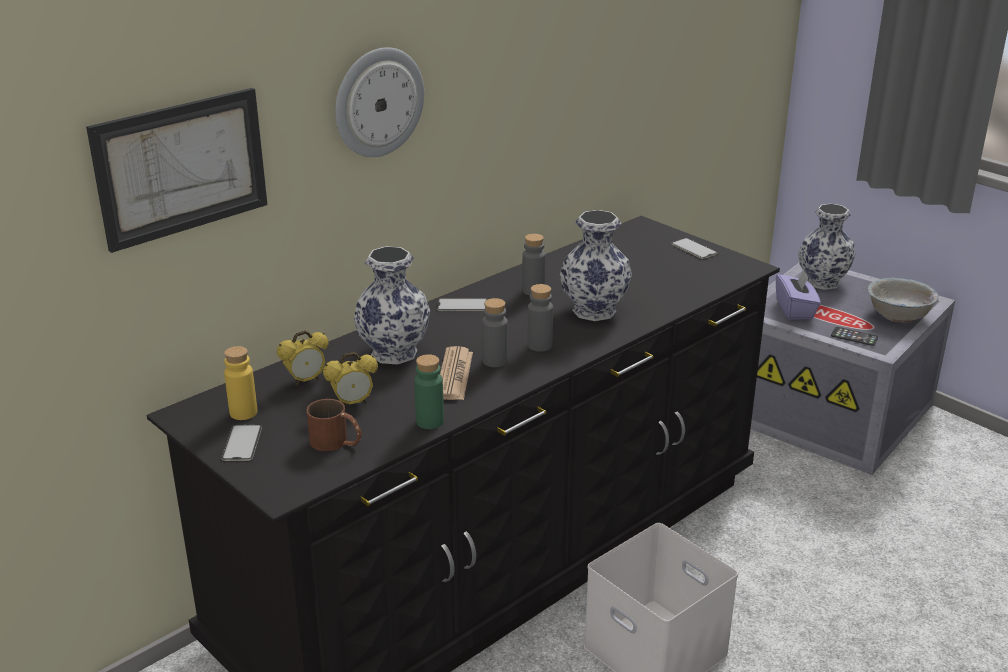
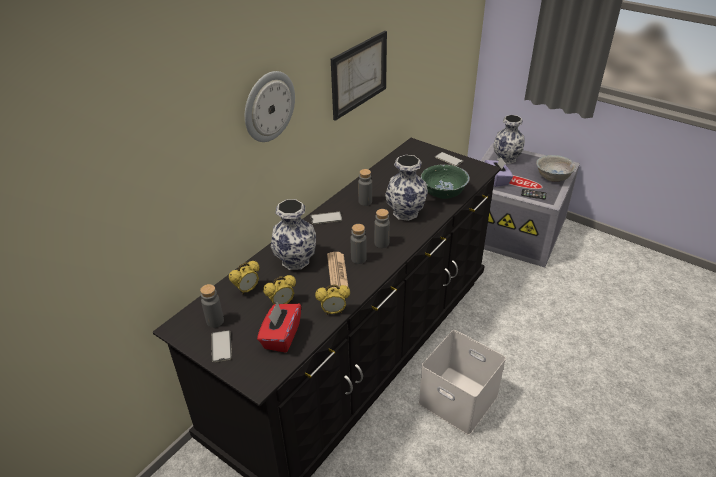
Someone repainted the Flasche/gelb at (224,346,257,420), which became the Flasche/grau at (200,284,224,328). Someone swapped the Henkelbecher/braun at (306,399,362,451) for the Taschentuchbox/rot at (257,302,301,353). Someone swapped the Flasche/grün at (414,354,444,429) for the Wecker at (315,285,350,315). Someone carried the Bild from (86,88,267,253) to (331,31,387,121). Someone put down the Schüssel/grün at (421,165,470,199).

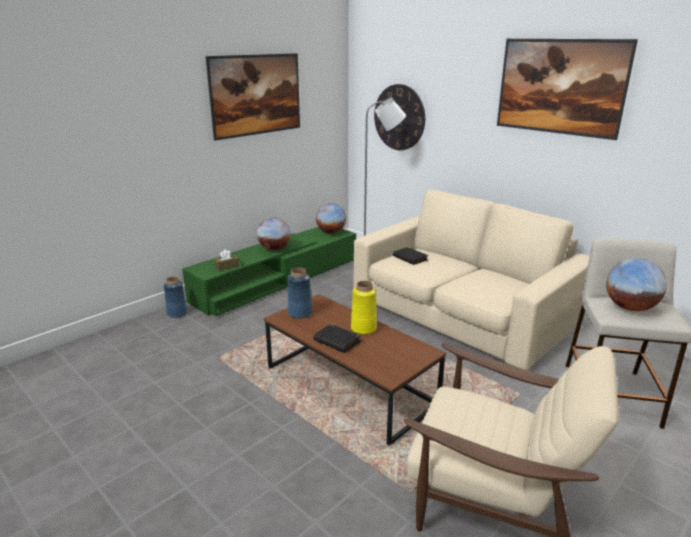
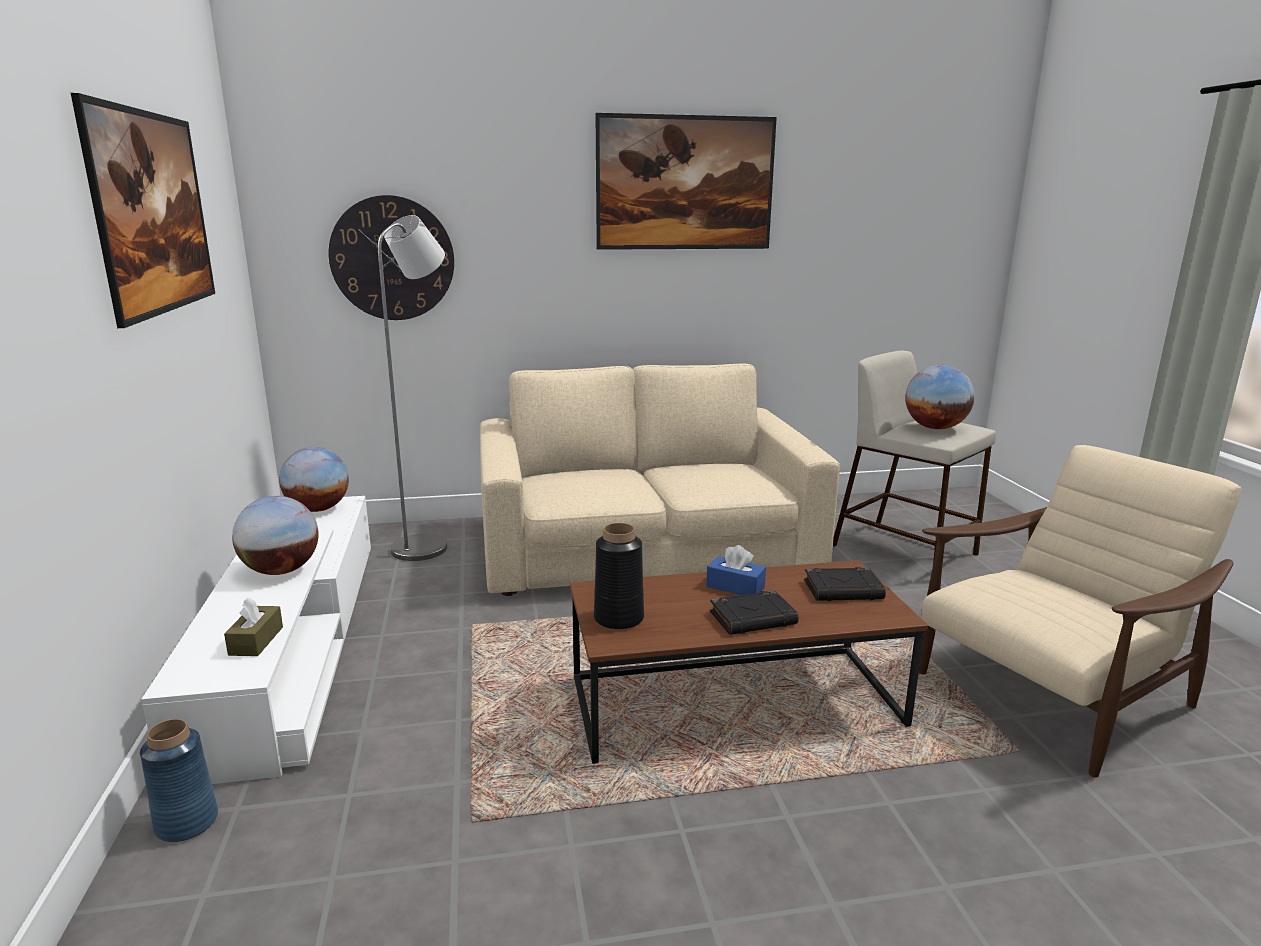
Someone repainted the Fernsehschrank/grün at (182,227,356,316), which became the Fernsehschrank/weiß at (141,496,371,784). Someone repainted the Vase/blau at (287,268,312,319), which became the Vase/schwarz at (594,523,644,630). Someone swapped the Vase/gelb at (351,281,377,335) for the Taschentuchbox/blau at (706,545,766,595). Someone carried the Buch/schwarz from (393,247,428,265) to (804,567,886,601).

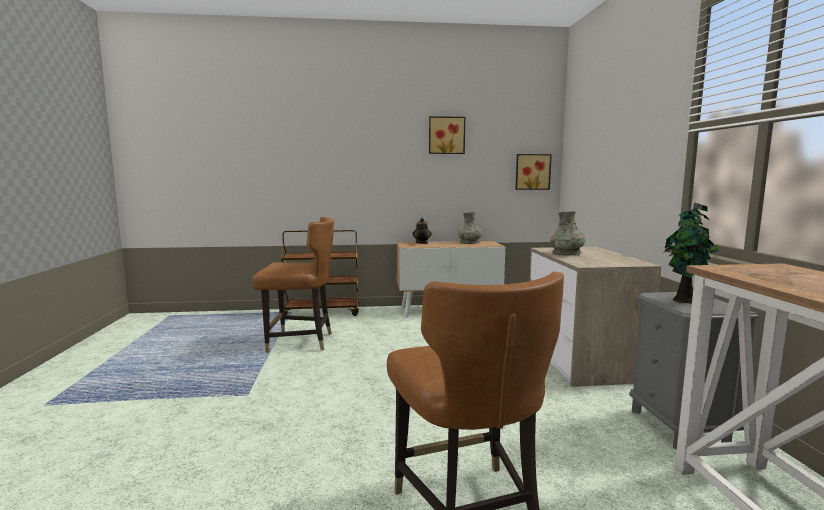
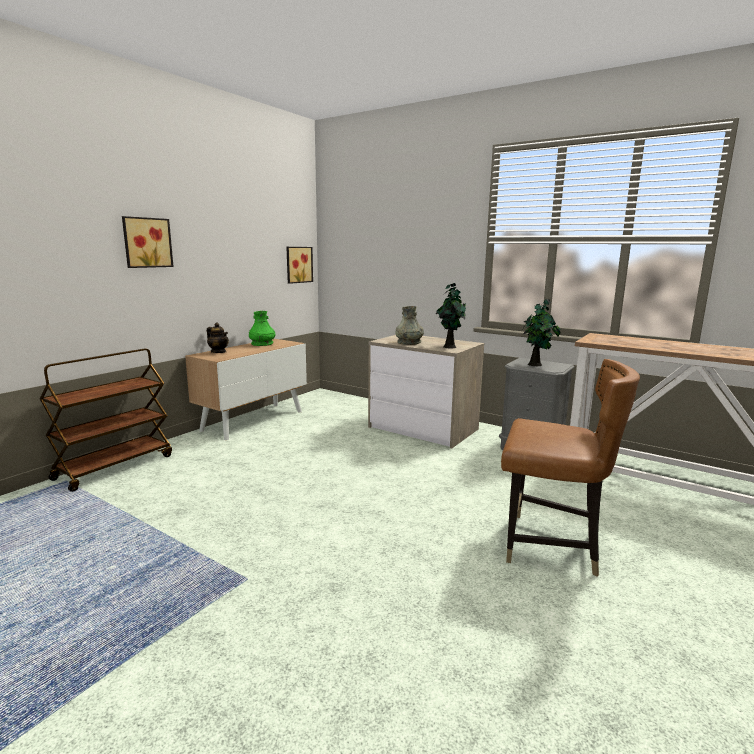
Someone carried the Bild from (429,116,465,154) to (122,216,174,268). Someone repainted the Vase/grau at (458,212,482,244), which became the Vase/grün at (249,311,276,346). Someone put down the Topfpflanze at (436,283,466,348). Someone took away the Stuhl/braun at (253,217,334,353).

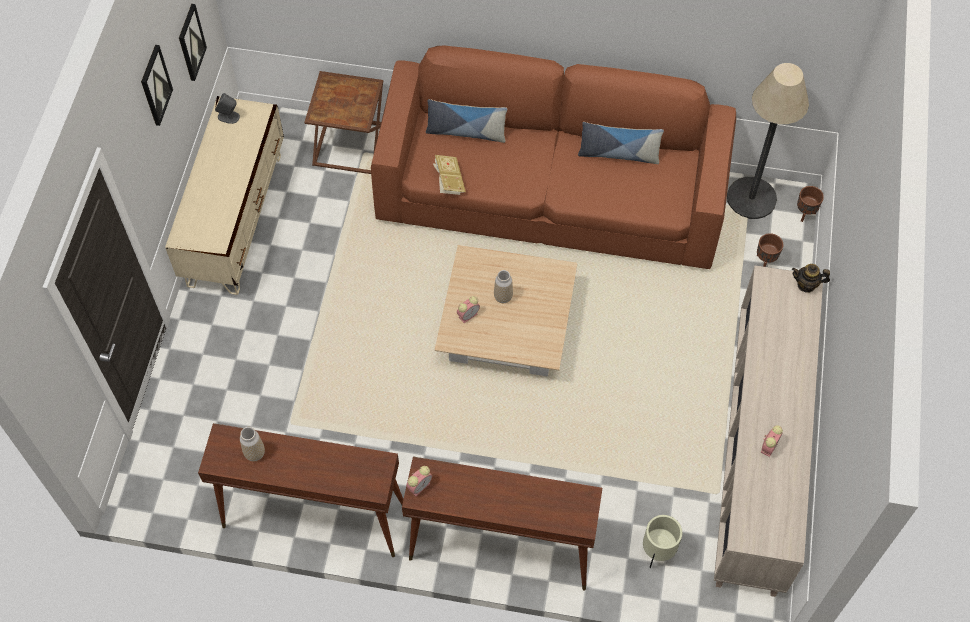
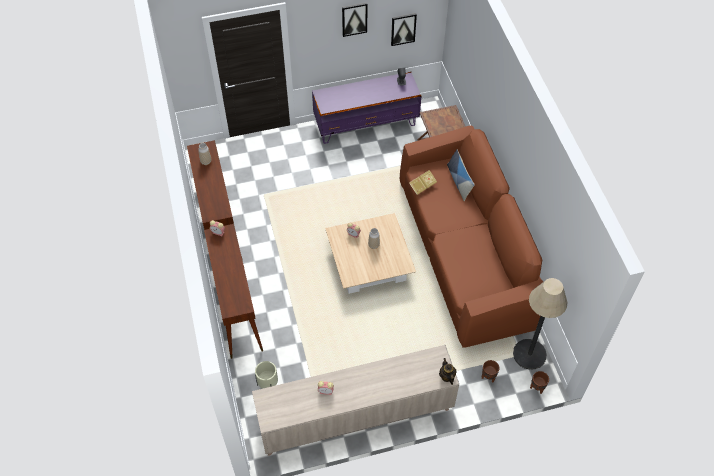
Someone repainted the Fernsehschrank/beige at (165,96,284,295), which became the Fernsehschrank/lila at (312,72,421,144). Someone took away the Kissen at (578,122,664,164).

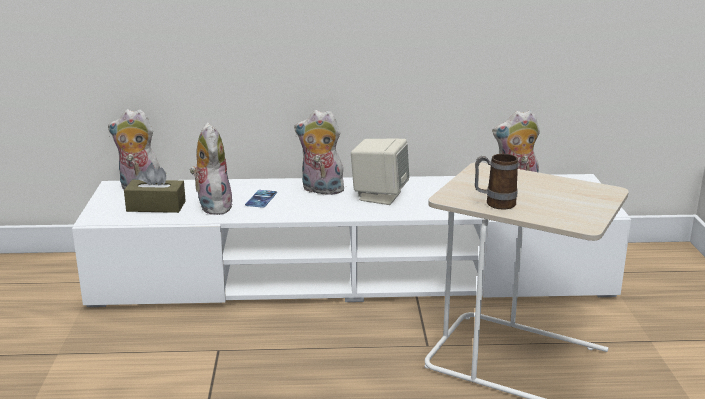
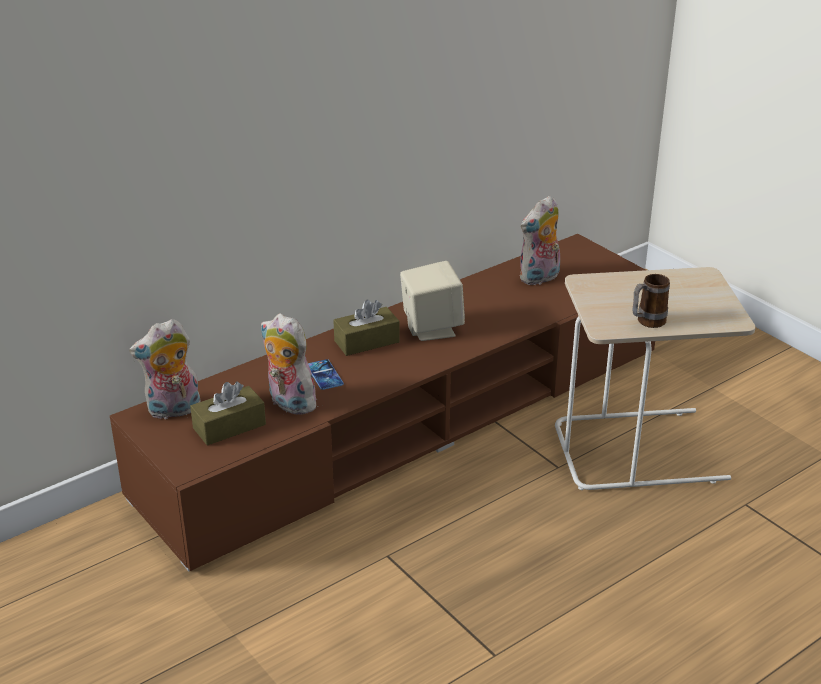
Someone repainted the Fernsehschrank/weiß at (72,174,631,307), which became the Fernsehschrank/braun at (110,234,655,571). Someone swapped the Plüschtier at (294,110,344,195) for the Taschentuchbox/braun at (333,300,400,356).

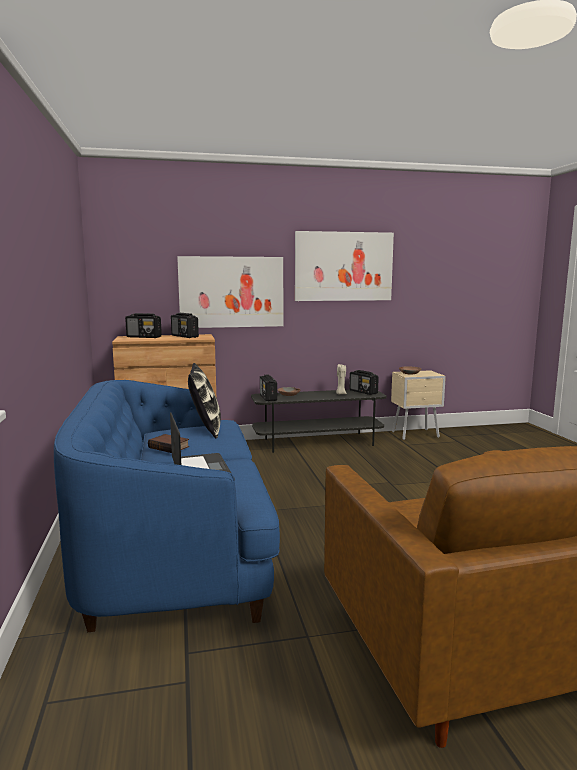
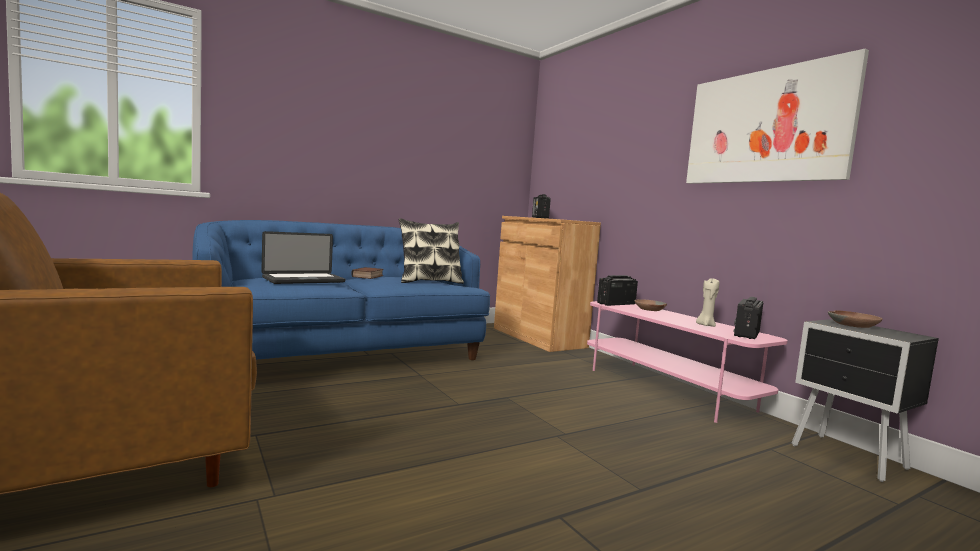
Someone repainted the Fernsehschrank/grau at (251,390,386,453), which became the Fernsehschrank/rosa at (587,301,788,423). Someone repainted the Nachttisch/beige at (391,370,446,440), which became the Nachttisch/schwarz at (792,319,939,482). Someone took away the Radio at (171,313,199,338). Someone took away the Bild at (177,256,283,328).

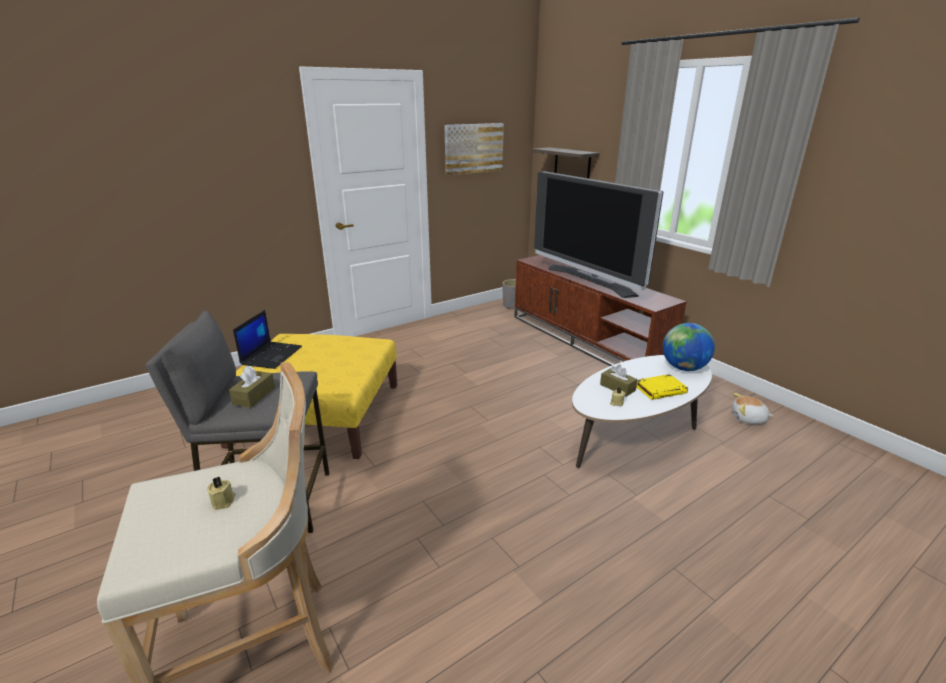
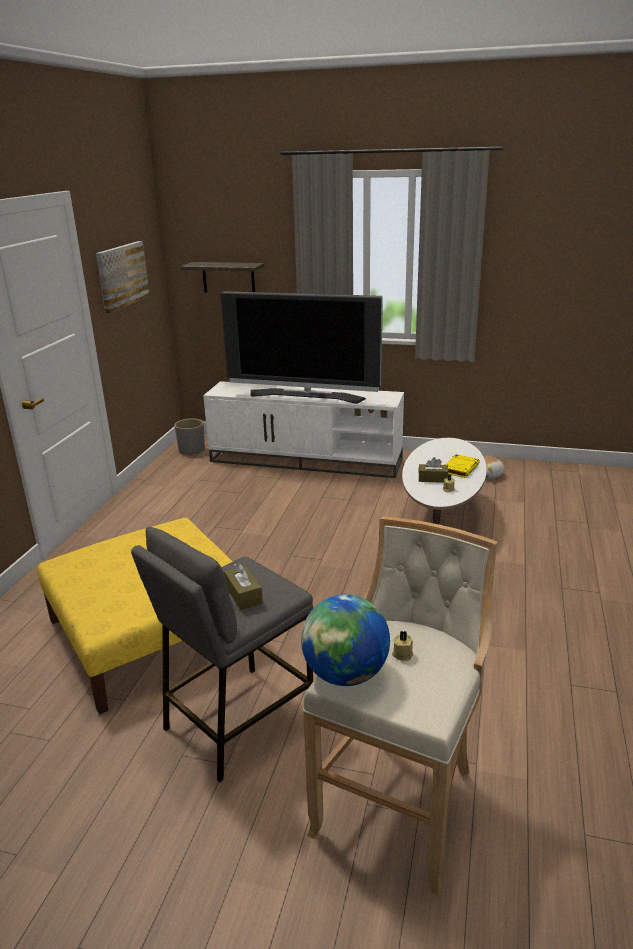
Someone repainted the Fernsehschrank/braun at (514,255,687,366), which became the Fernsehschrank/weiß at (203,381,404,478). Someone carried the Globus from (663,323,715,371) to (301,594,390,686). Someone took away the Laptop at (233,310,302,369).

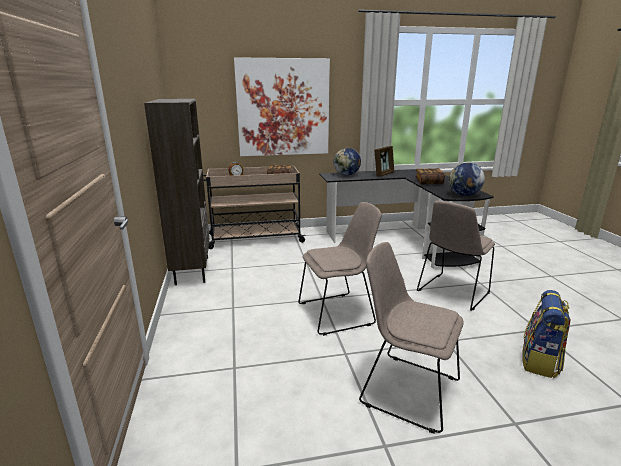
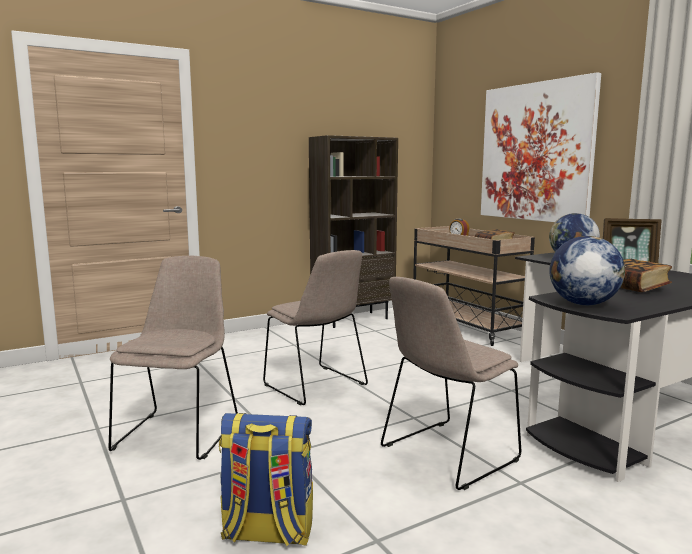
Someone rotated the Stuhl/beige at (417,201,495,311) by 60 degrees counterclockwise.

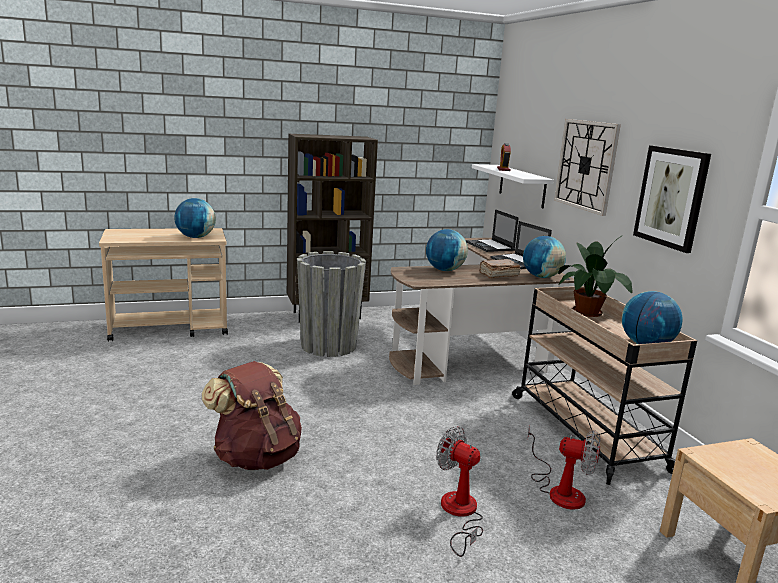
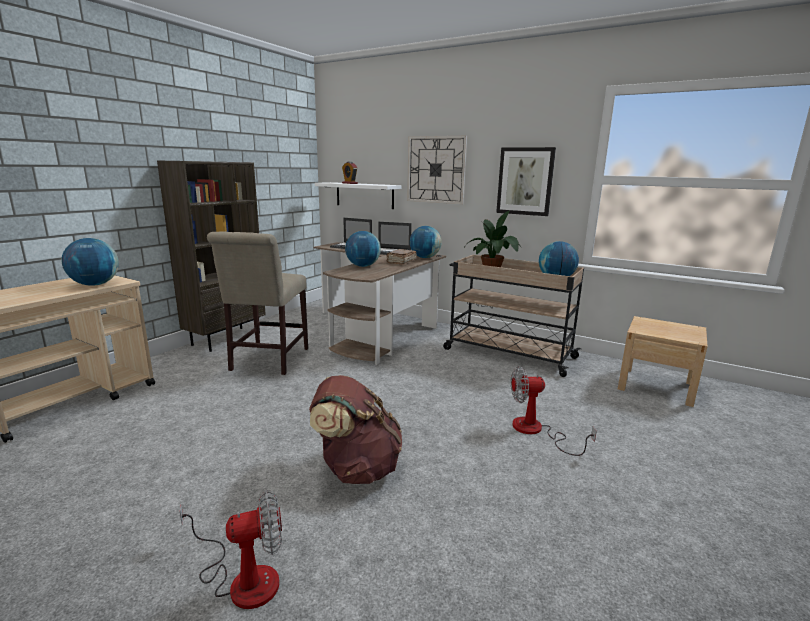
Someone carried the Ventilator from (527,426,601,510) to (180,489,282,609). Someone swapped the Pflanzkübel/grau at (297,251,366,357) for the Stuhl/beige at (207,232,308,375).

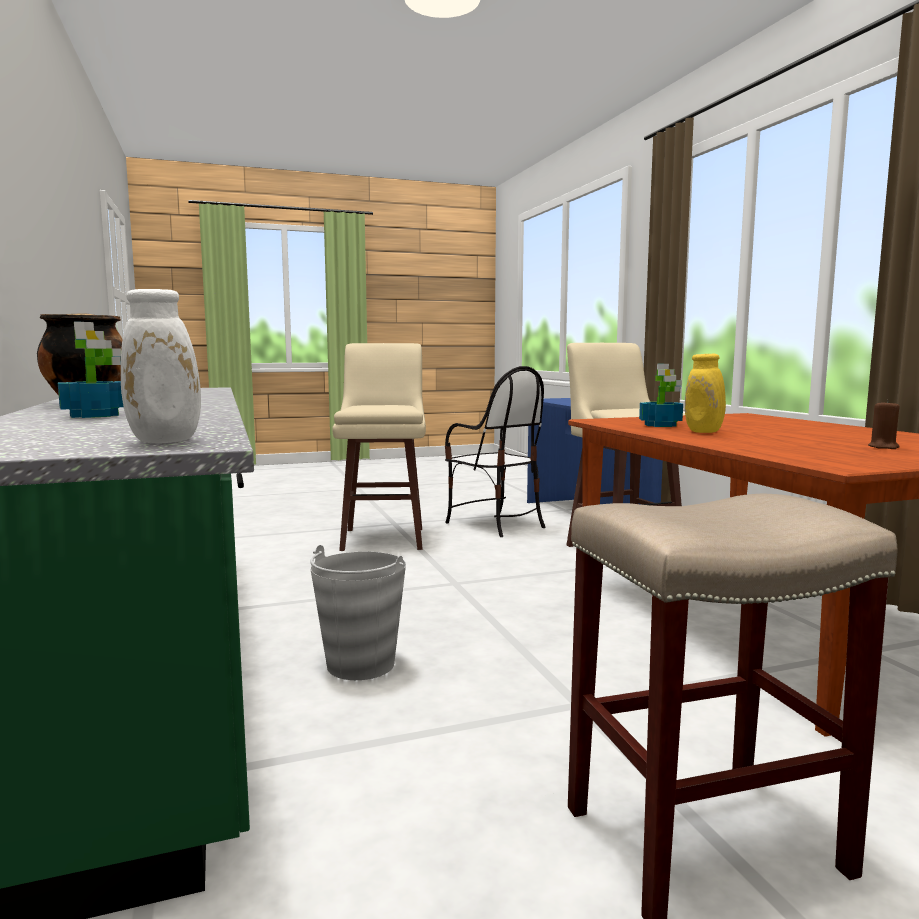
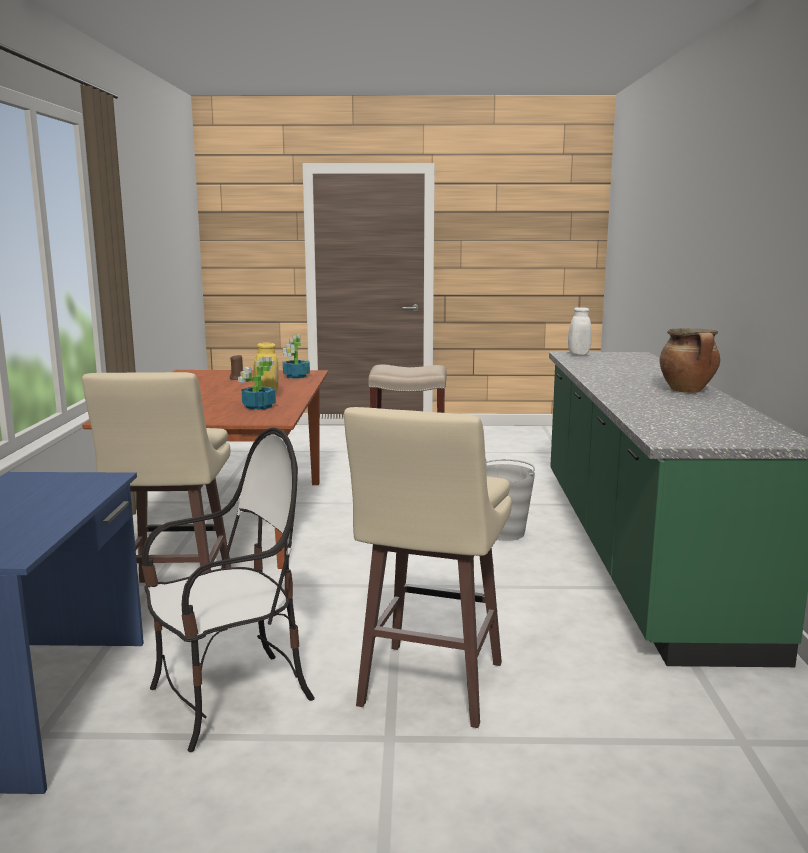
Someone rotated the Stuhl at (445,366,546,537) by 75 degrees clockwise. Someone carried the Topfpflanze from (58,322,123,418) to (283,334,310,379).

